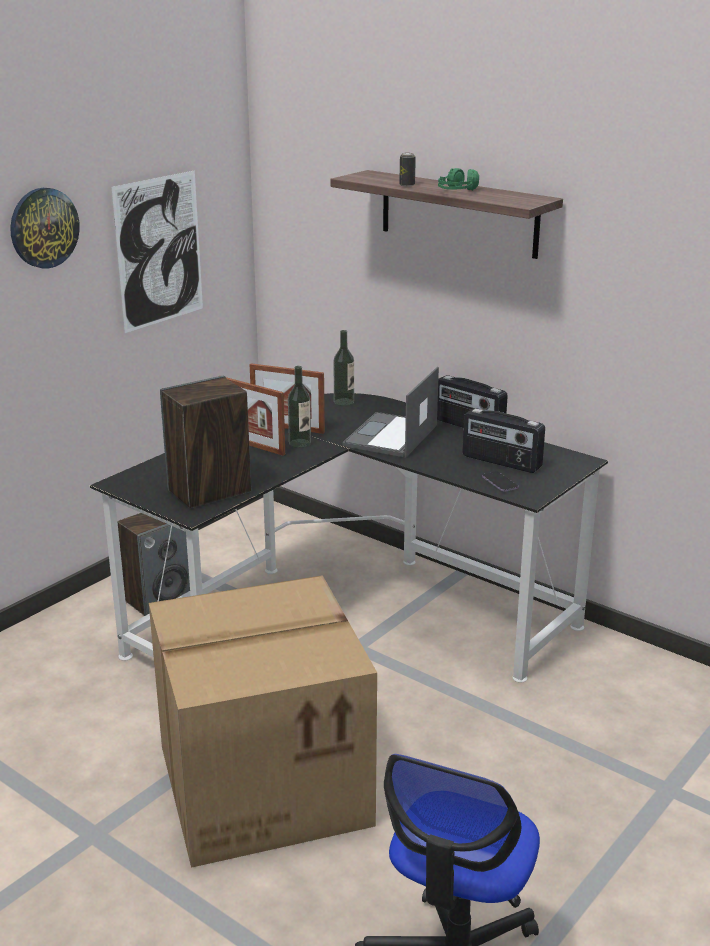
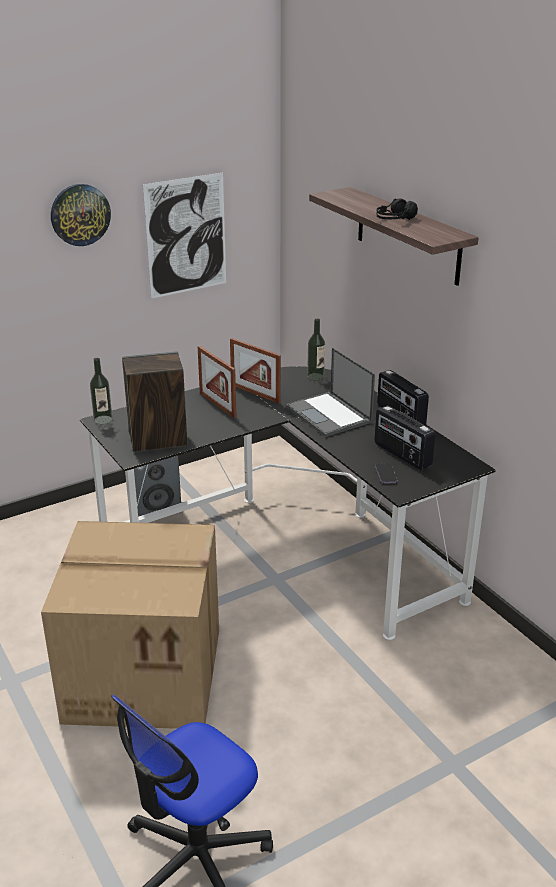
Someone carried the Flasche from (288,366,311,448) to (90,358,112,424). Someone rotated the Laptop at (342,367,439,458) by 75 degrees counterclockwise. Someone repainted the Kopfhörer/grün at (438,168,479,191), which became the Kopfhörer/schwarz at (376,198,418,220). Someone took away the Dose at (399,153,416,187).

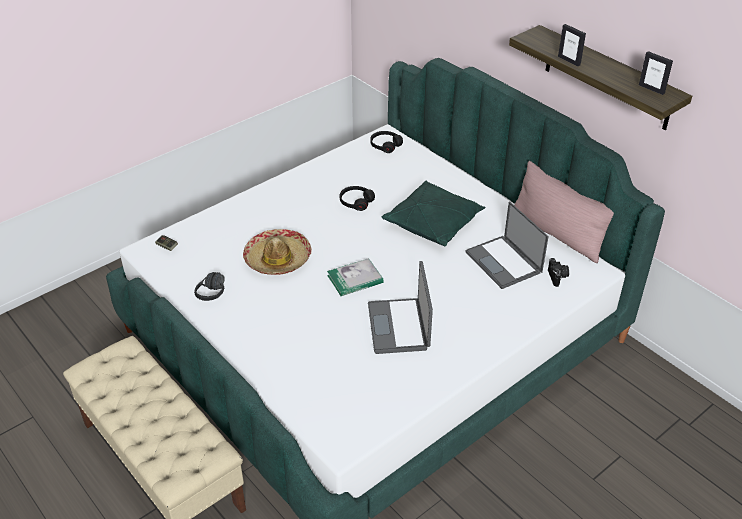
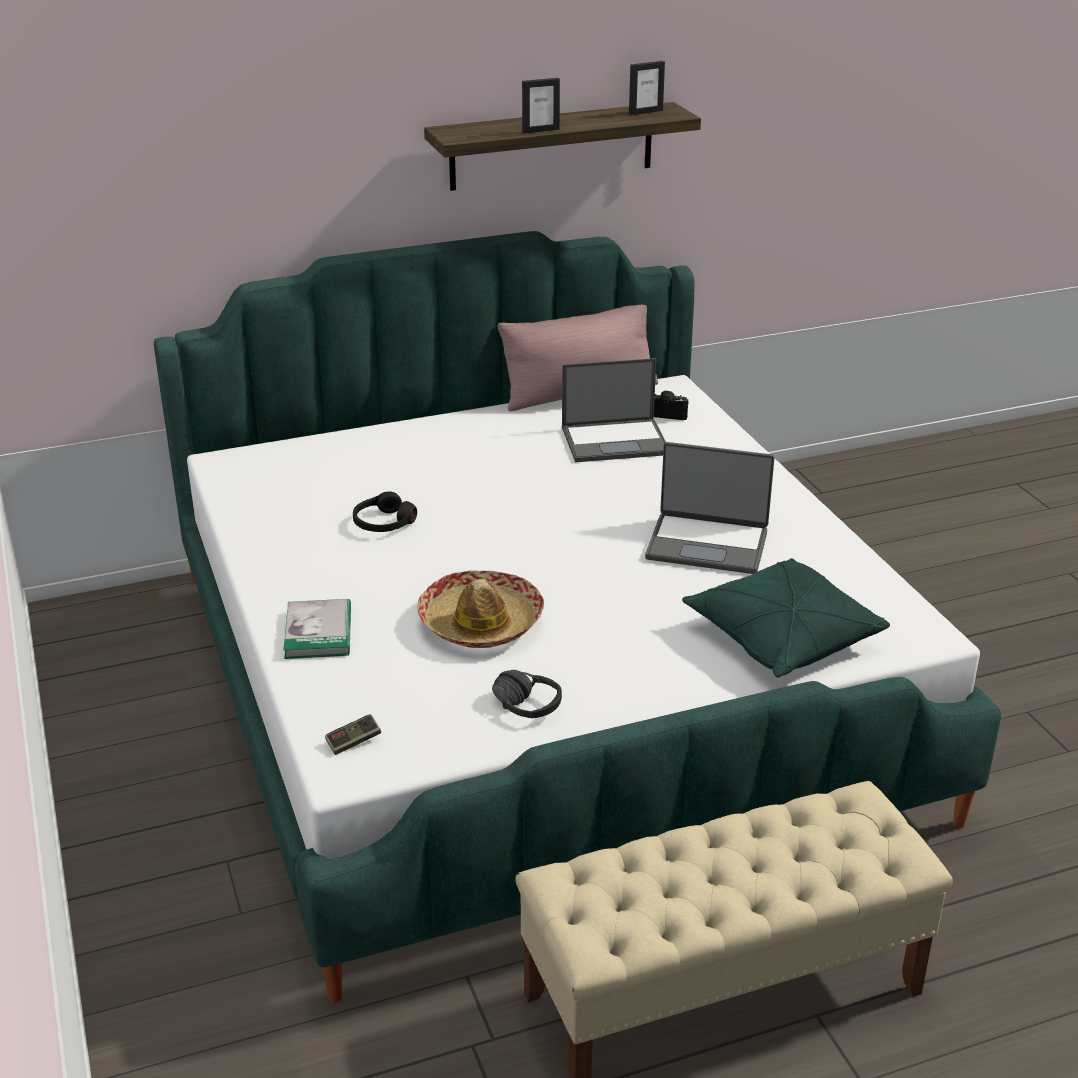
Someone carried the Buch from (327,258,384,296) to (284,599,351,659). Someone carried the Kissen/grün from (382,180,485,246) to (682,558,890,677). Someone took away the Kopfhörer/schwarz at (370,131,403,153).

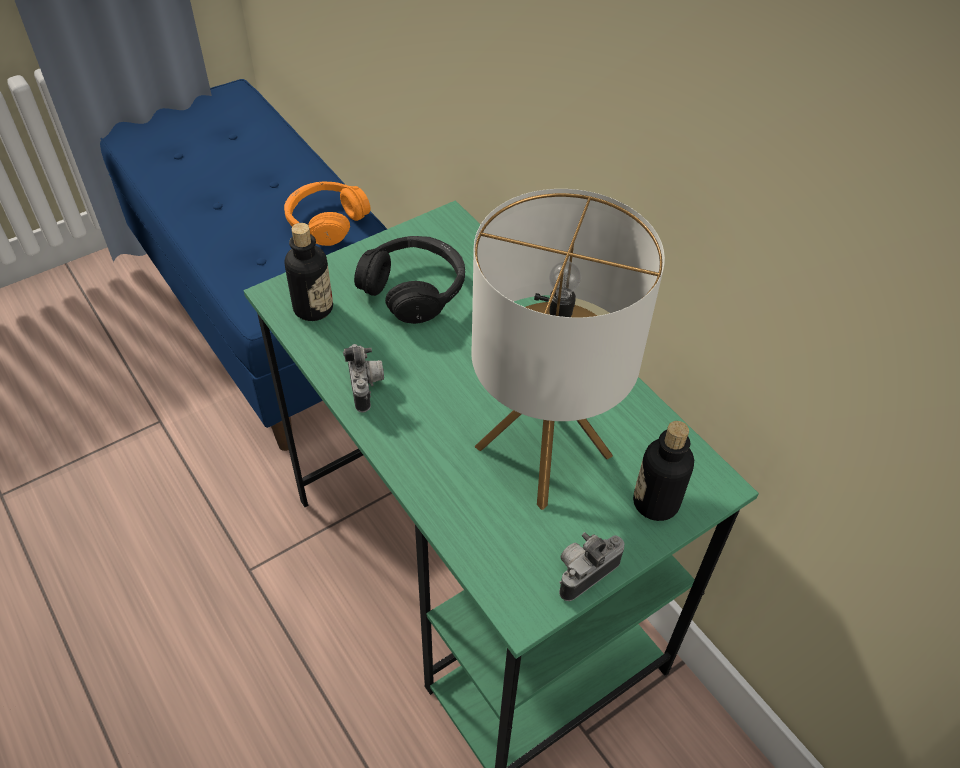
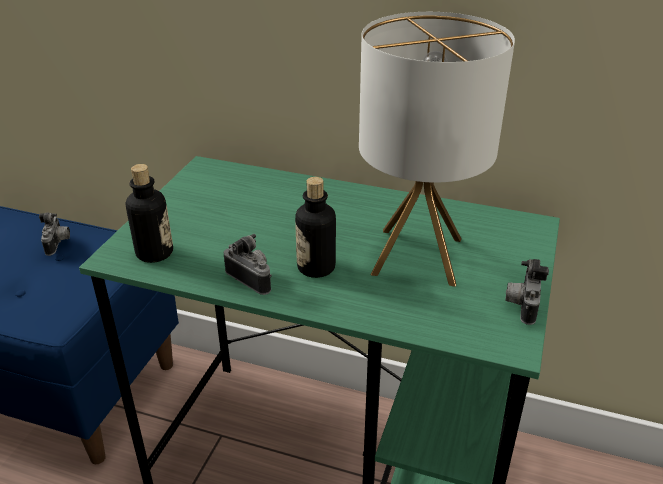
Someone swapped the Kopfhörer/orange at (284,182,371,246) for the Kamera at (39,213,70,256). Someone carried the Flasche from (633,421,694,521) to (295,177,336,278). Someone took away the Kopfhörer/schwarz at (354,236,465,324).

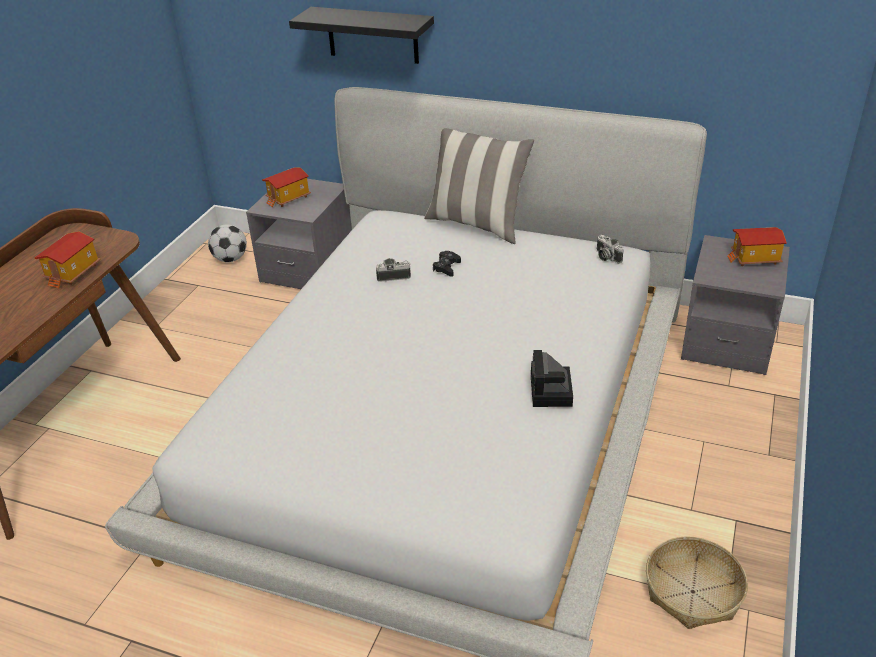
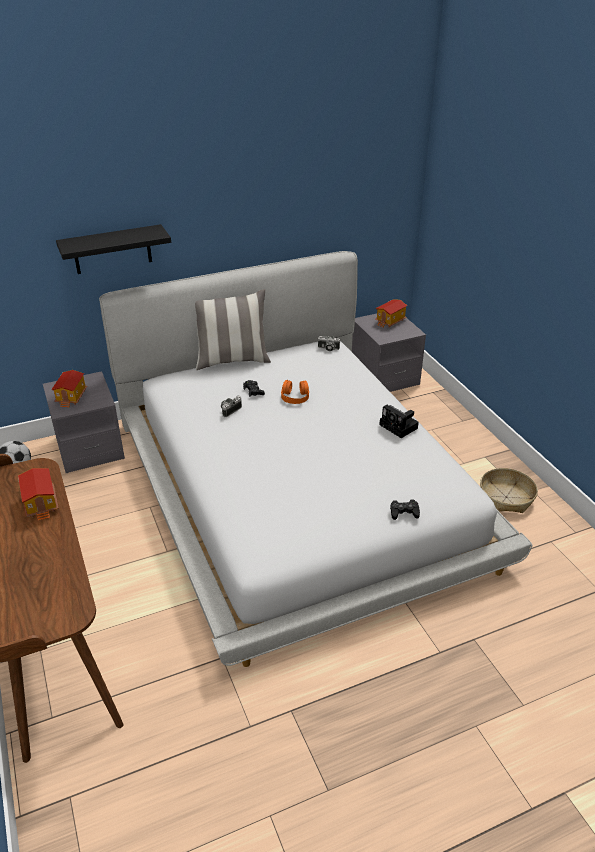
Someone put down the Kopfhörer/orange at (281,380,309,404). Someone put down the Gamepad/schwarz at (390,499,420,520).

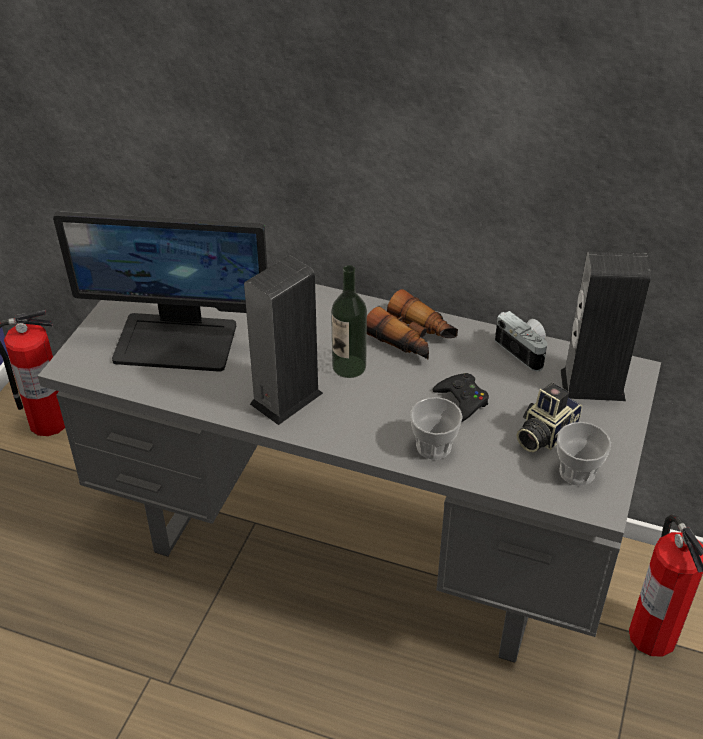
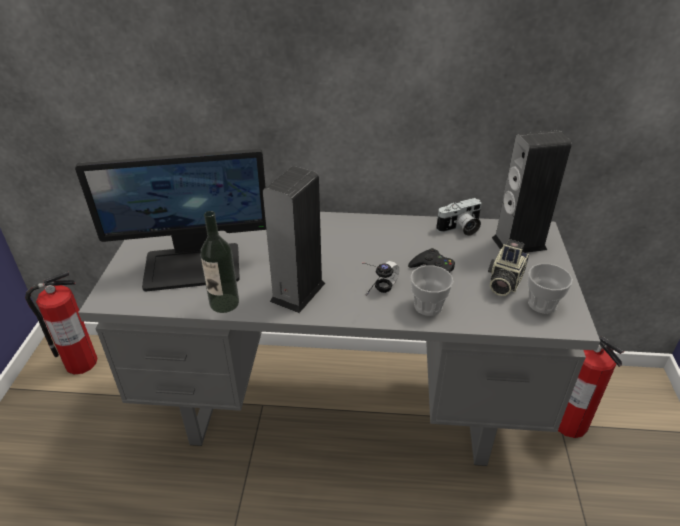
Someone carried the Flasche from (331,265,367,378) to (200,211,239,313). Someone put down the Kopfhörer at (362,261,399,295). Someone rotated the Kamera at (495,311,547,371) by 120 degrees clockwise. Someone took away the Fernglas at (367,289,458,360).

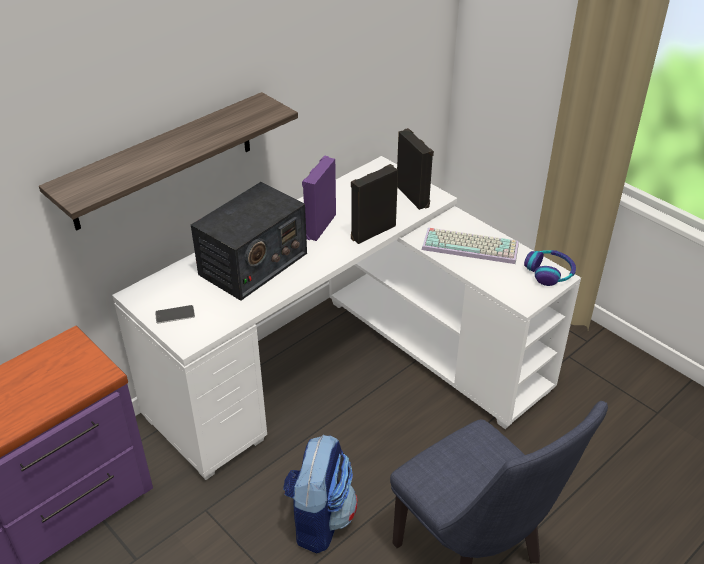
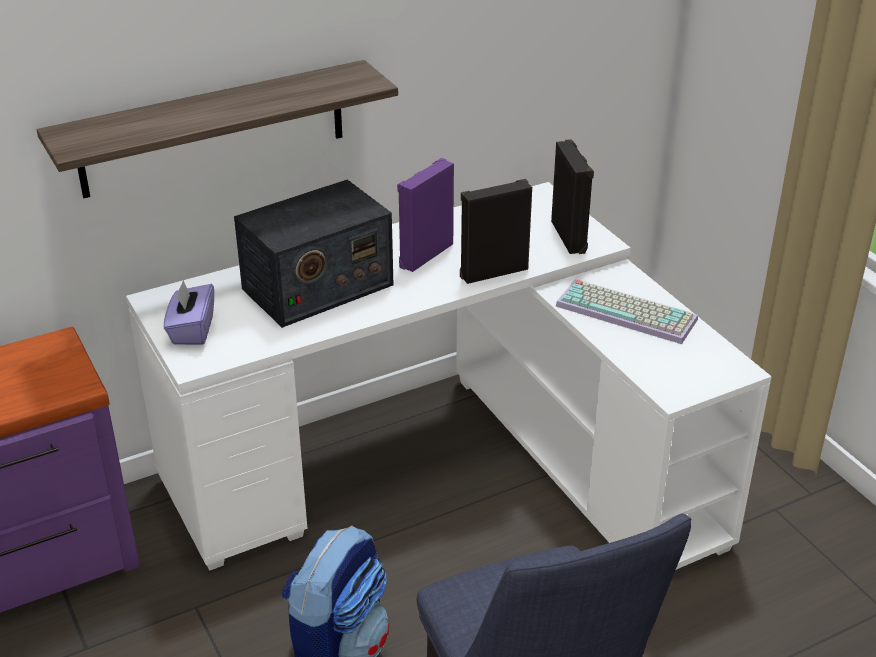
Someone swapped the Handy at (155,305,195,323) for the Taschentuchbox/lila at (164,281,214,345). Someone took away the Kopfhörer at (524,250,576,286).

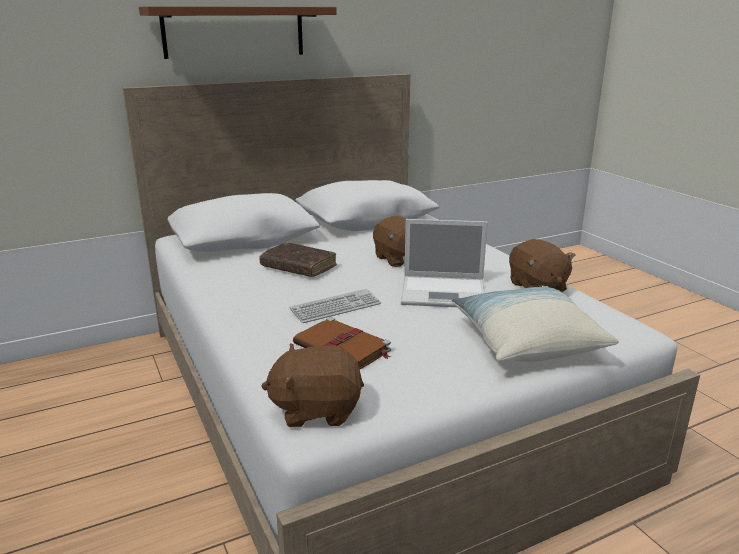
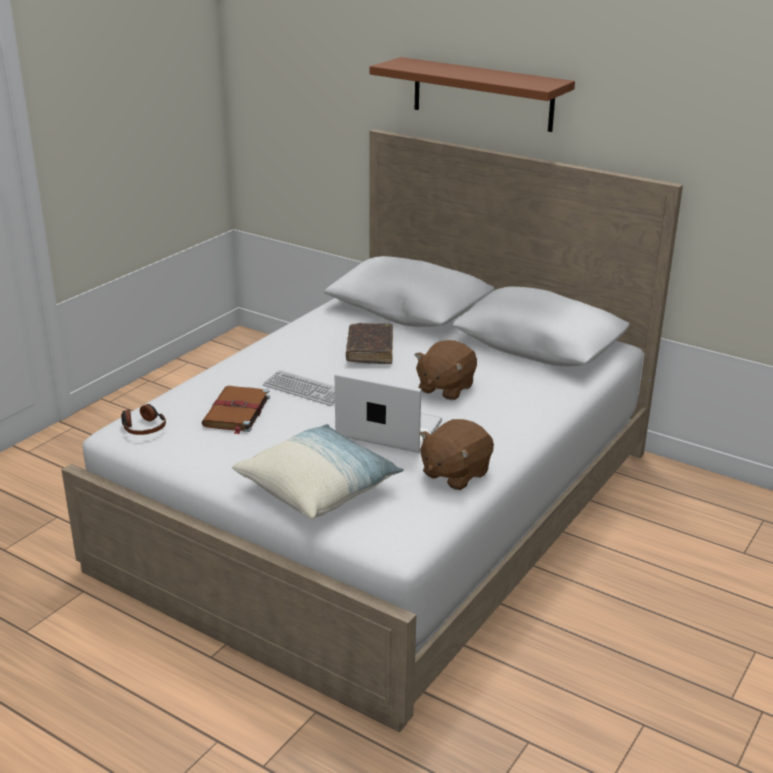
Someone swapped the Plüschtier/braun at (261,343,364,427) for the Kopfhörer at (121,404,166,435). Someone rotated the Laptop at (401,219,488,307) by 135 degrees clockwise.

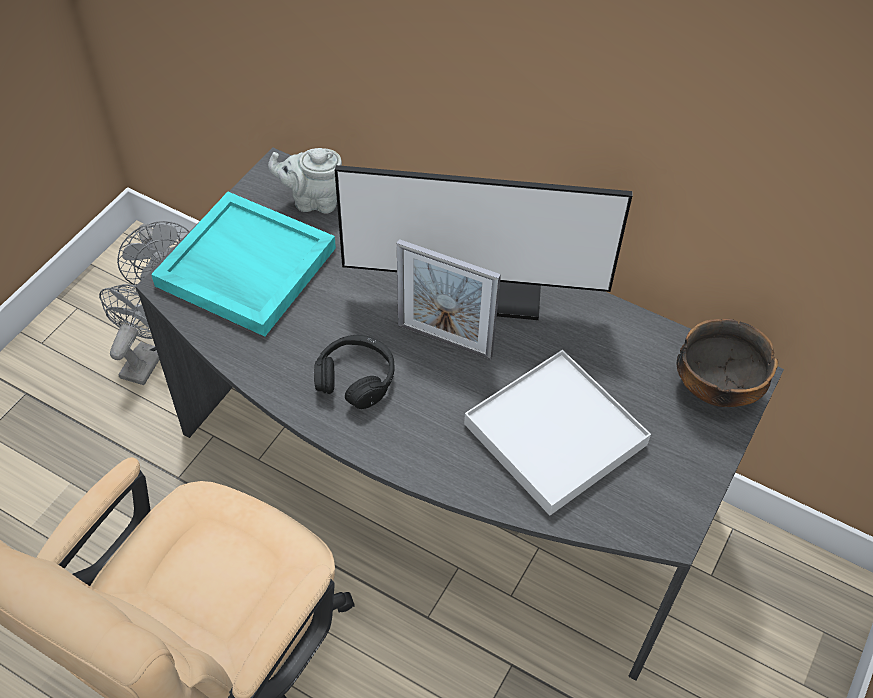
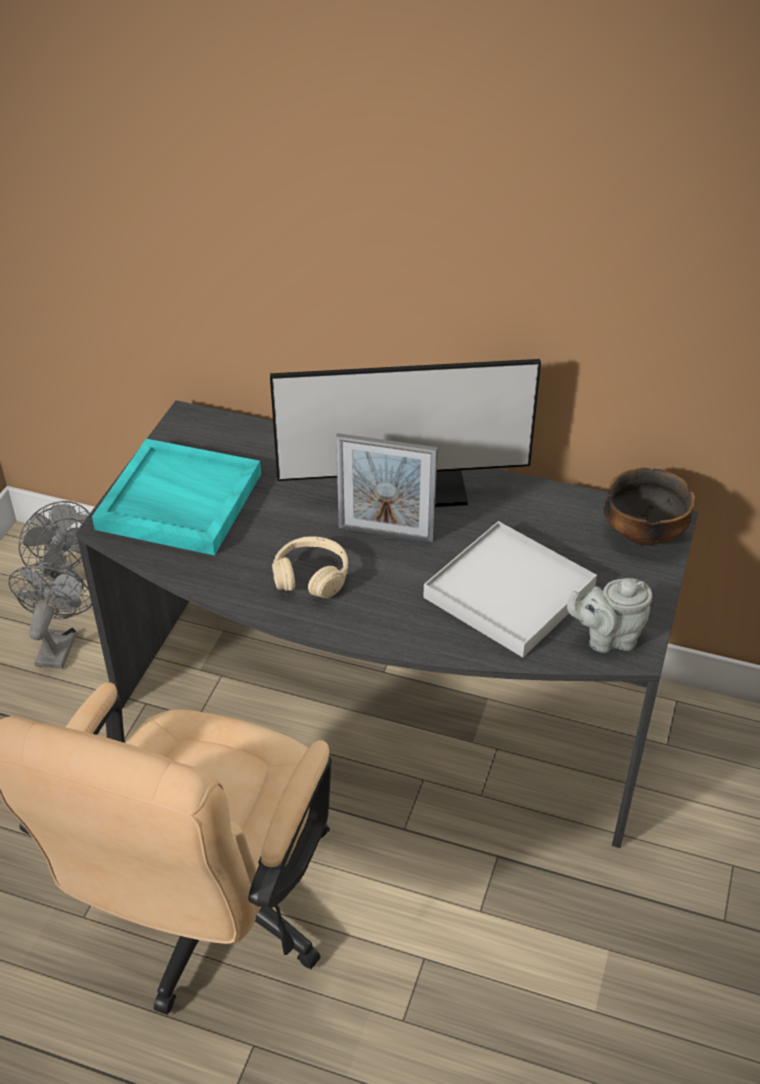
Someone repainted the Kopfhörer/schwarz at (314,335,395,409), which became the Kopfhörer/beige at (272,536,348,598). Someone carried the Teekanne/grau from (268,148,342,214) to (567,578,652,653).

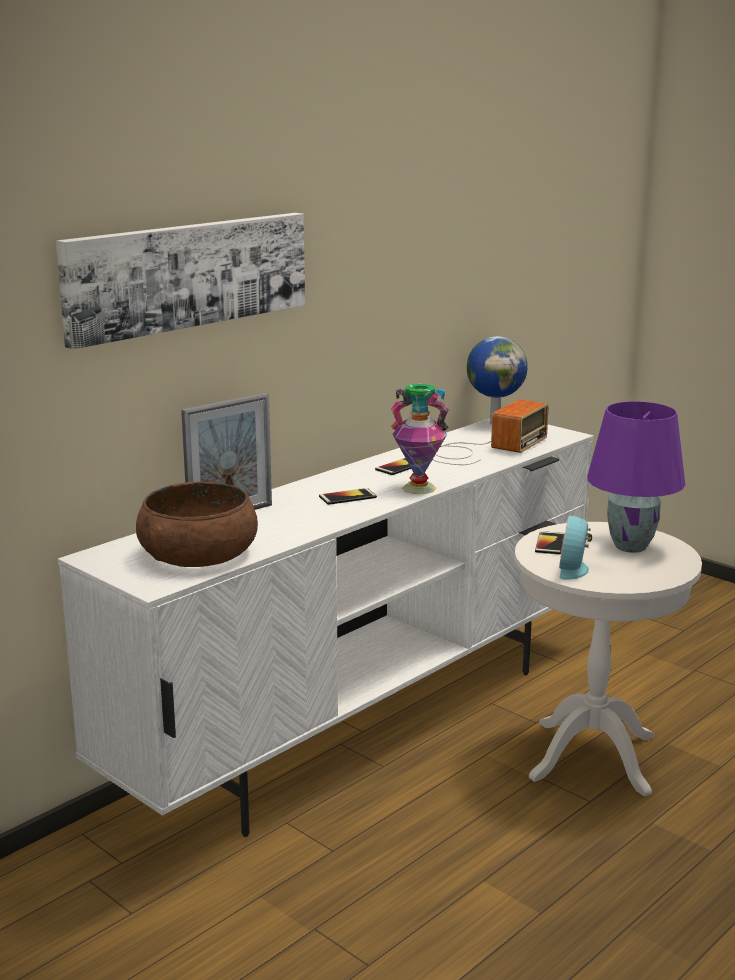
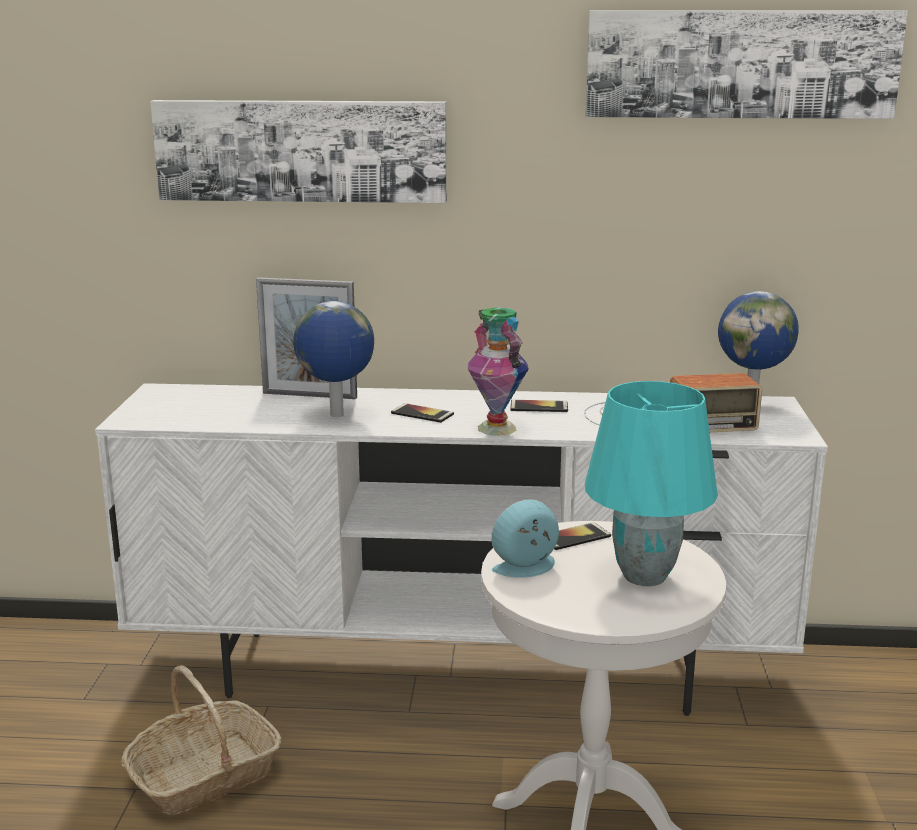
Someone put down the Korb at (122,665,281,815). Someone put down the Globus at (293,301,374,417). Someone put up the Bild at (585,10,908,119). Someone repainted the Tischlampe/lila at (587,401,685,553), which became the Tischlampe/türkis at (585,381,718,586). Someone took away the Schüssel/braun at (136,482,258,567).

